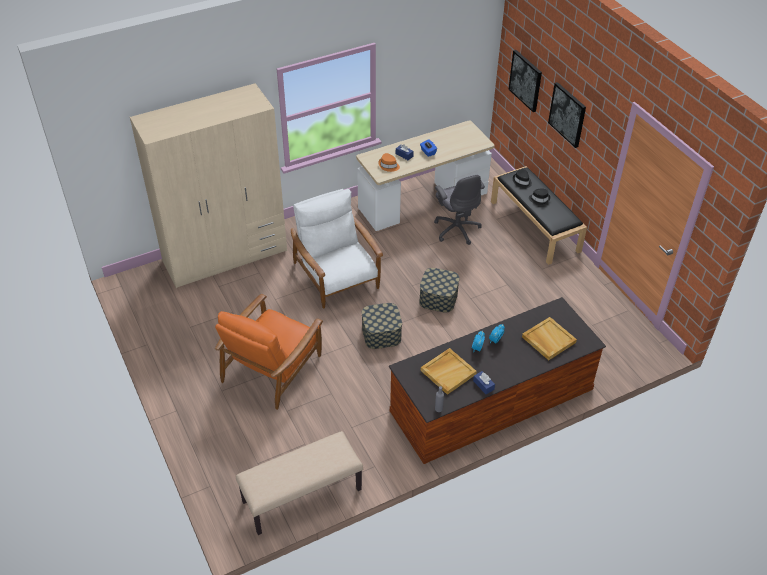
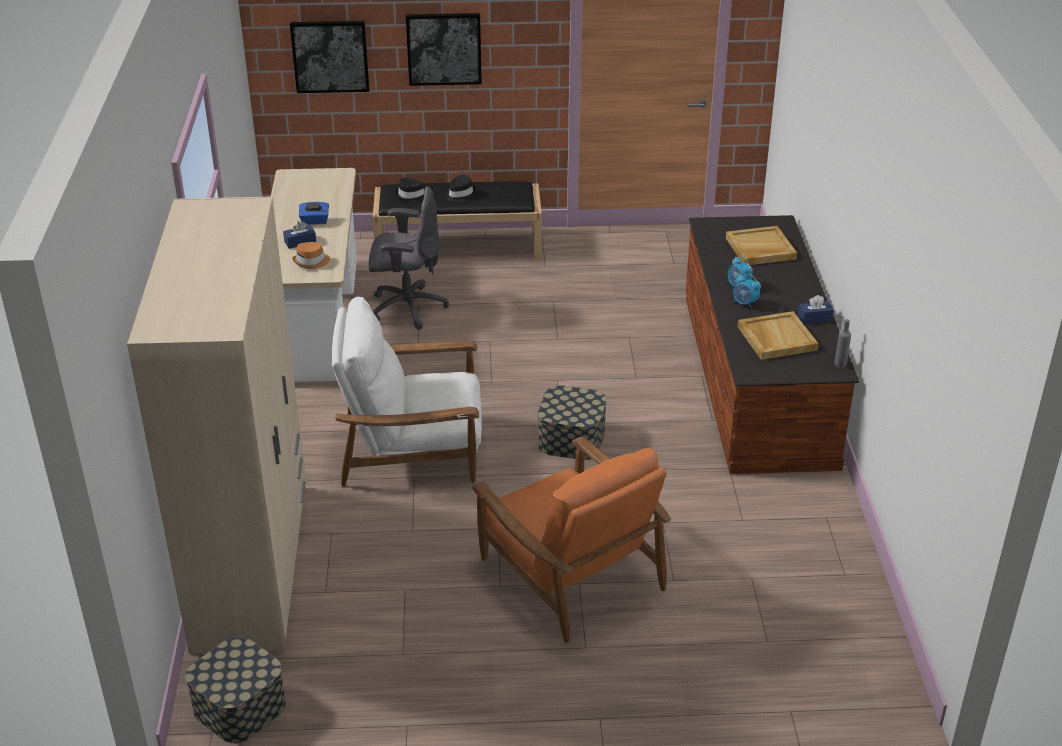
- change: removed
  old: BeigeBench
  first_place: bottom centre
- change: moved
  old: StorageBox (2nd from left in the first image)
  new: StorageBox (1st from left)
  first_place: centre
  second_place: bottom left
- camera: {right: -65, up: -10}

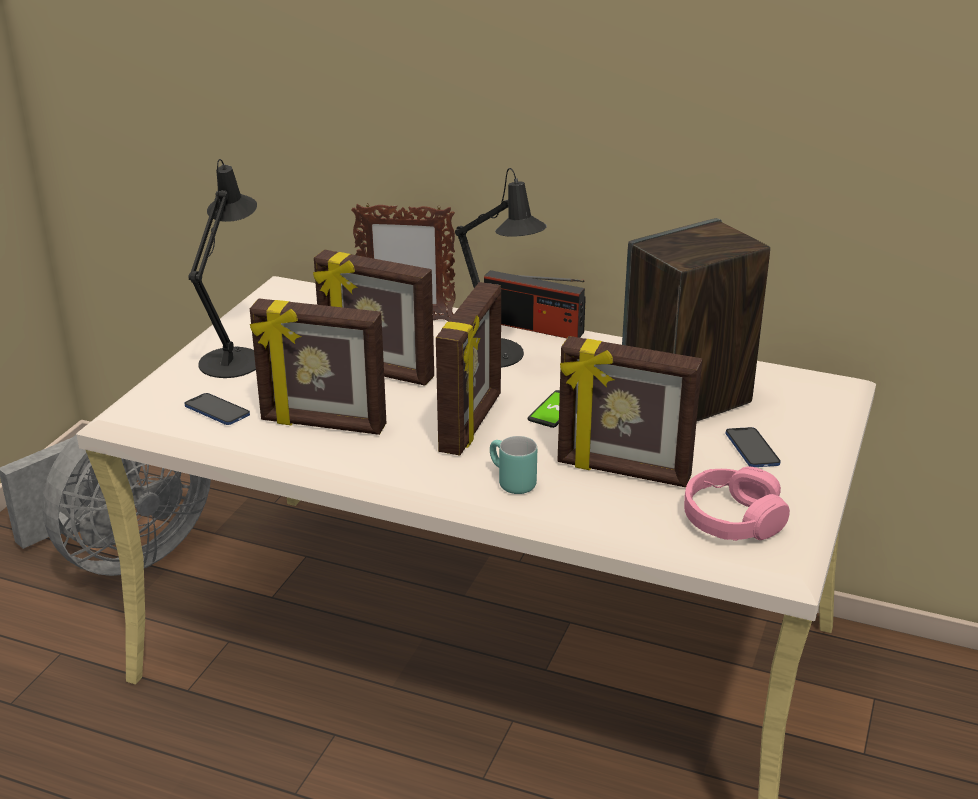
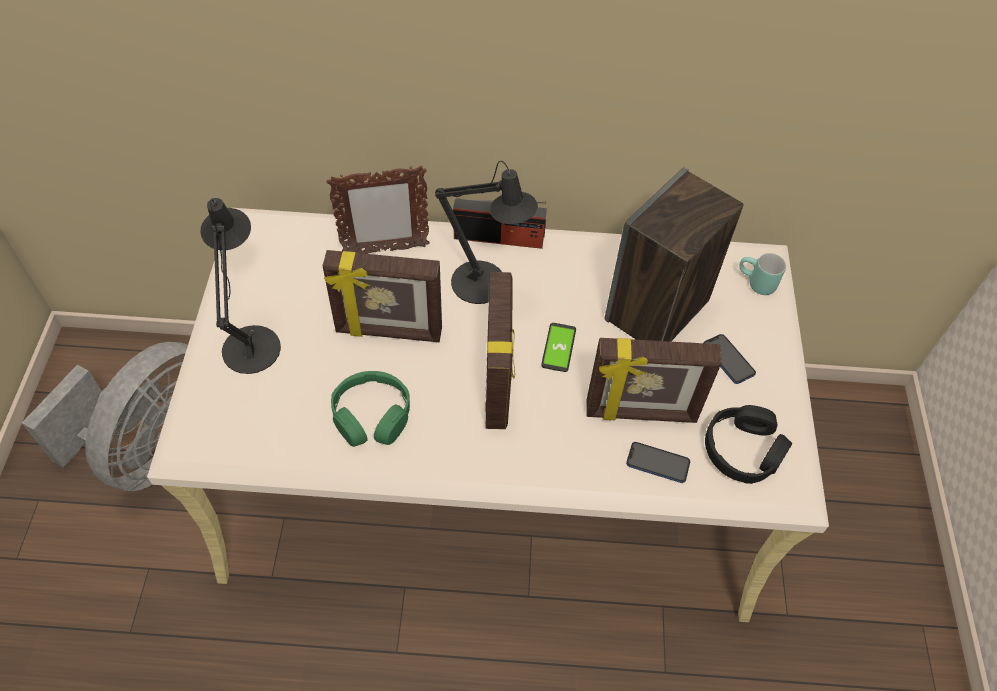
- change: moved
  old: Phone (1st from left in the first image)
  new: Phone (2nd from left)
  first_place: middle left
  second_place: bottom centre
- change: replaced
  old: PictureFrame (1st from left)
  new: GreenHeadphones
  first_place: middle left
  second_place: centre
- change: moved
  old: TurquoiseMug
  first_place: centre
  second_place: middle right
- change: recoloured
  old: PinkHeadphones
  new: BlackHeadphones
  first_place: middle right
  second_place: middle right
- camera: {right: -20, up: 25}

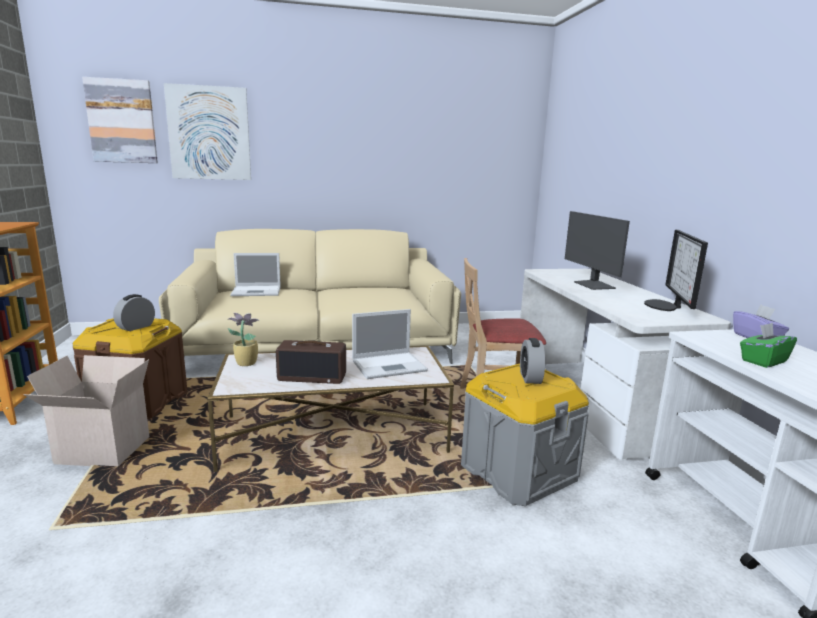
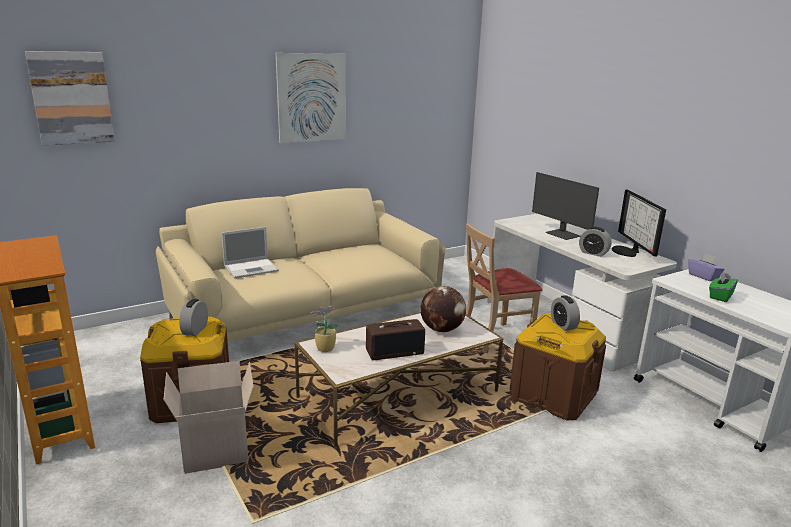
- change: moved
  old: Picture (2nd from left)
  first_place: top left
  second_place: top centre
- change: replaced
  old: Laptop (2nd from left)
  new: Globe
  first_place: centre
  second_place: centre
- change: recoloured
  old: GreyStorageBox
  new: BrownStorageBox (2nd from left)
  first_place: bottom centre
  second_place: bottom right
- change: added
  new: AlarmClock (3rd from left)
  second_place: middle right
- camera: {right: -20, up: 5}

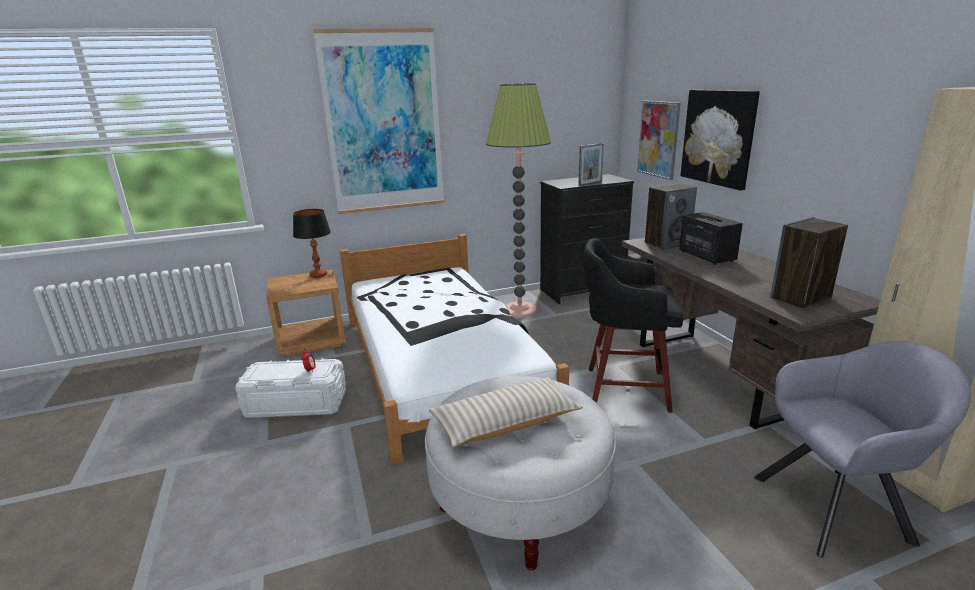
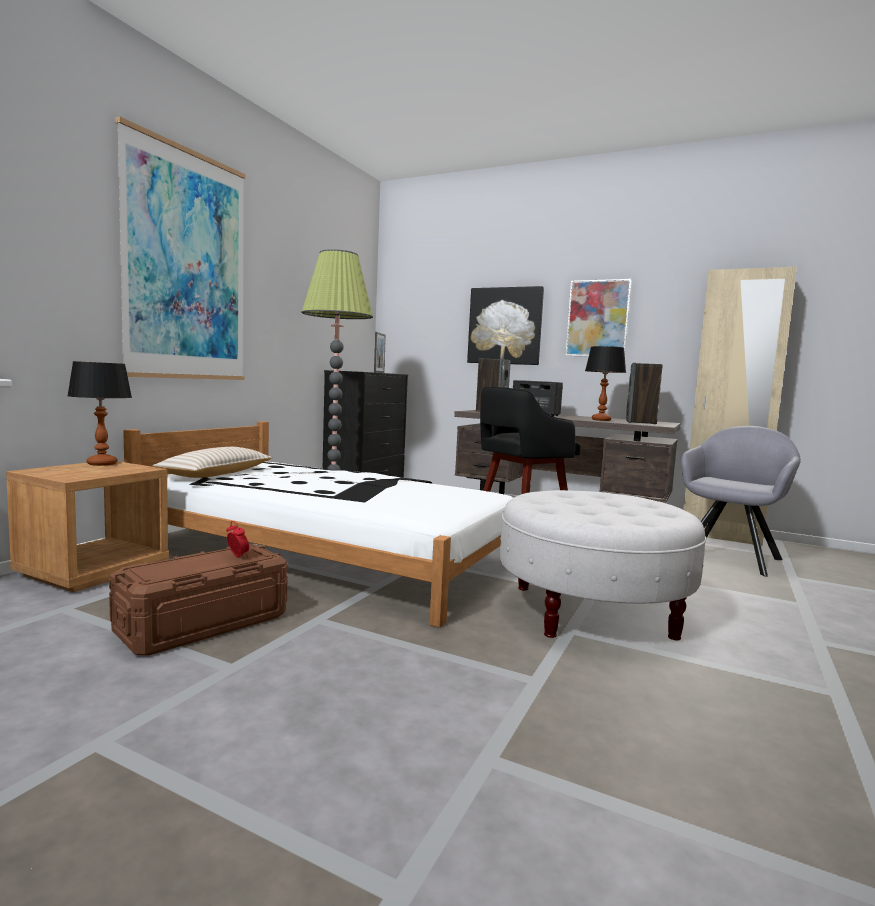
- change: recoloured
  old: WhiteStorageBox
  new: BrownStorageBox
  first_place: middle left
  second_place: middle left
- change: moved
  old: BeigePillow
  first_place: bottom centre
  second_place: middle left
- change: moved
  old: Picture (2nd from left in the first image)
  new: Picture (3rd from left)
  first_place: top right
  second_place: middle right
- change: added
  new: TableLamp (2nd from left)
  second_place: middle right
- camera: {right: -45, up: -15}

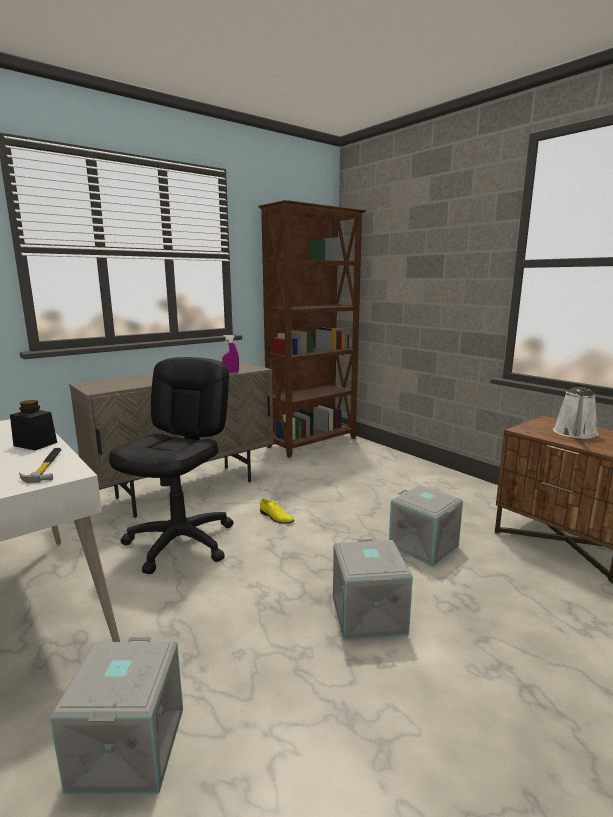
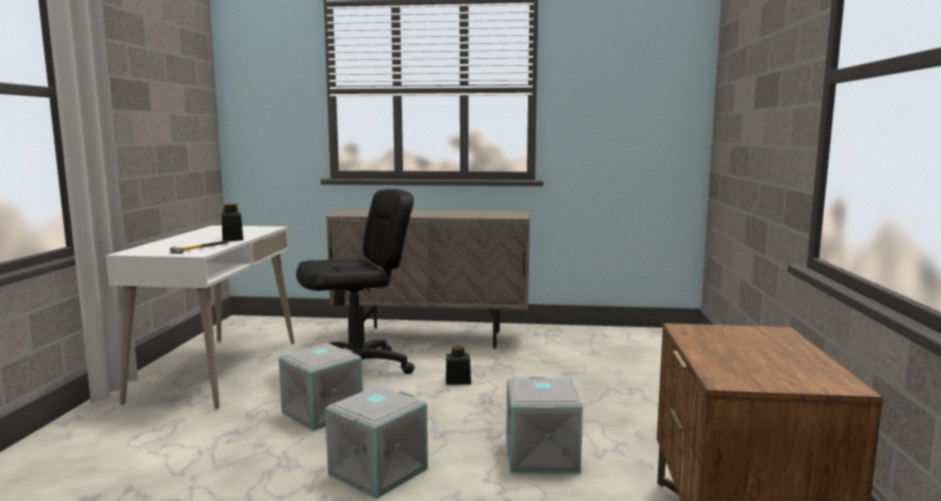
- change: moved
  old: GreyStorageBox (1st from left)
  first_place: bottom left
  second_place: bottom centre
- change: removed
  old: PurpleSprayBottle
  first_place: centre
- change: removed
  old: BrownBookcase
  first_place: centre
- change: replaced
  old: YellowShoe
  new: BlackJar (2nd from left)
  first_place: centre
  second_place: bottom centre
- change: removed
  old: WhiteWateringCan
  first_place: middle right
- camera: {right: 45, up: -5}

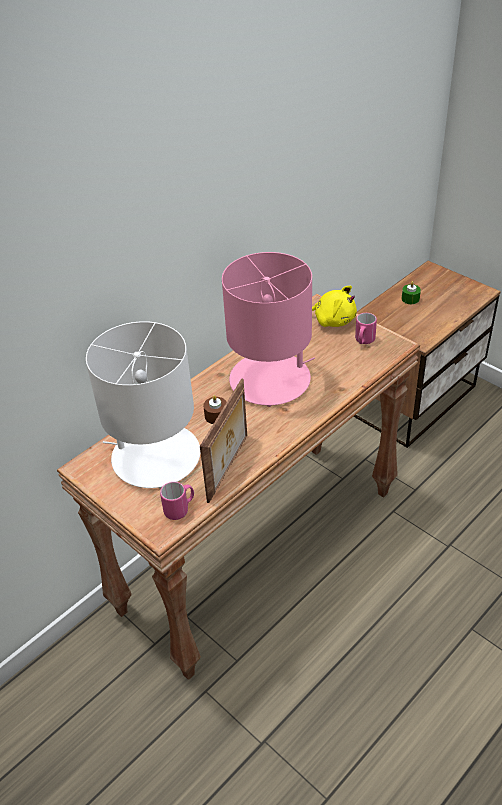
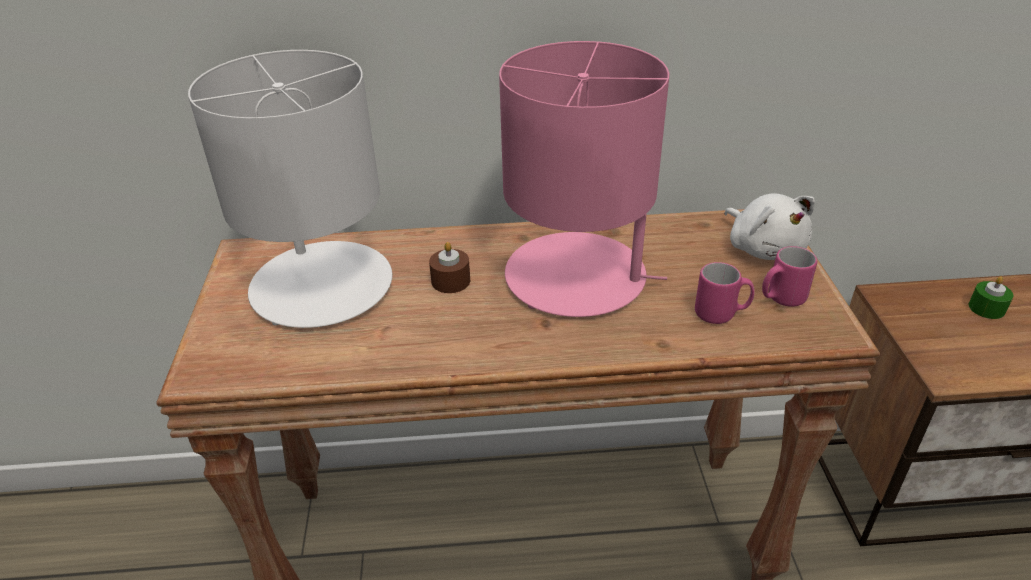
- change: moved
  old: PinkMug (1st from left)
  first_place: centre
  second_place: middle right
- change: removed
  old: PictureFrame
  first_place: centre
- change: recoloured
  old: YellowPlushToy
  new: WhitePlushToy
  first_place: centre
  second_place: middle right
- camera: {right: 40, up: -5}

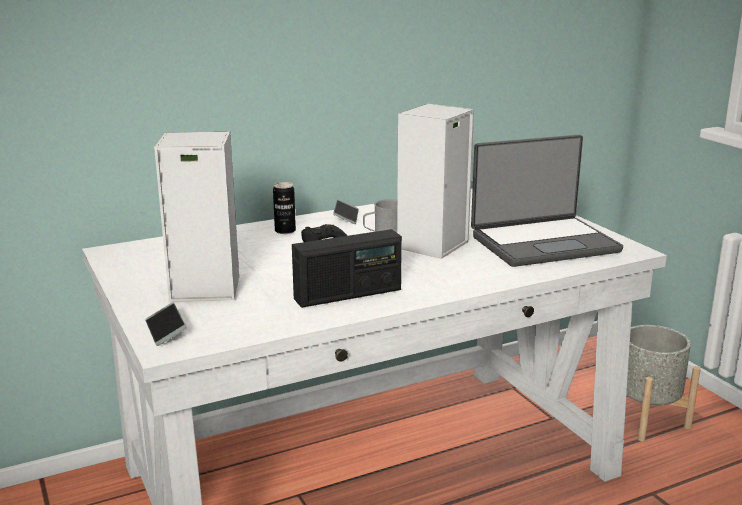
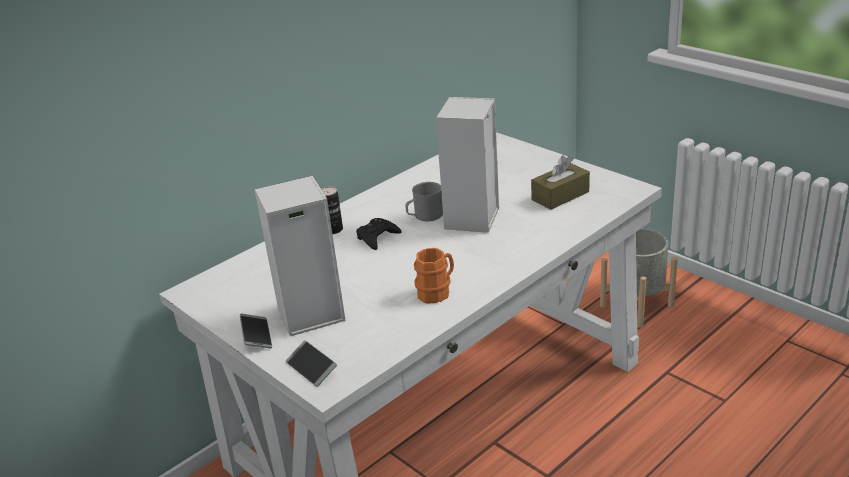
- change: replaced
  old: Radio
  new: OrangeMug
  first_place: centre
  second_place: centre
- change: moved
  old: Phone (2nd from left in the first image)
  new: Phone (1st from left)
  first_place: centre
  second_place: bottom left
- change: replaced
  old: Laptop
  new: BrownTissueBox
  first_place: middle right
  second_place: centre
- camera: {right: -15, up: 10}

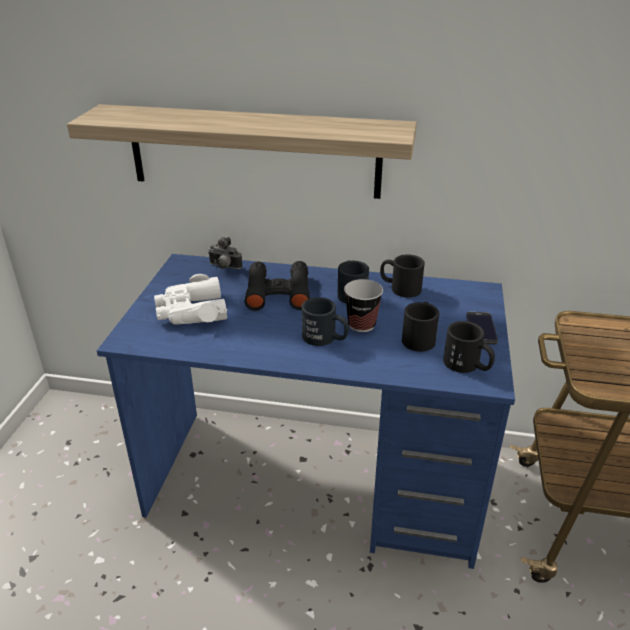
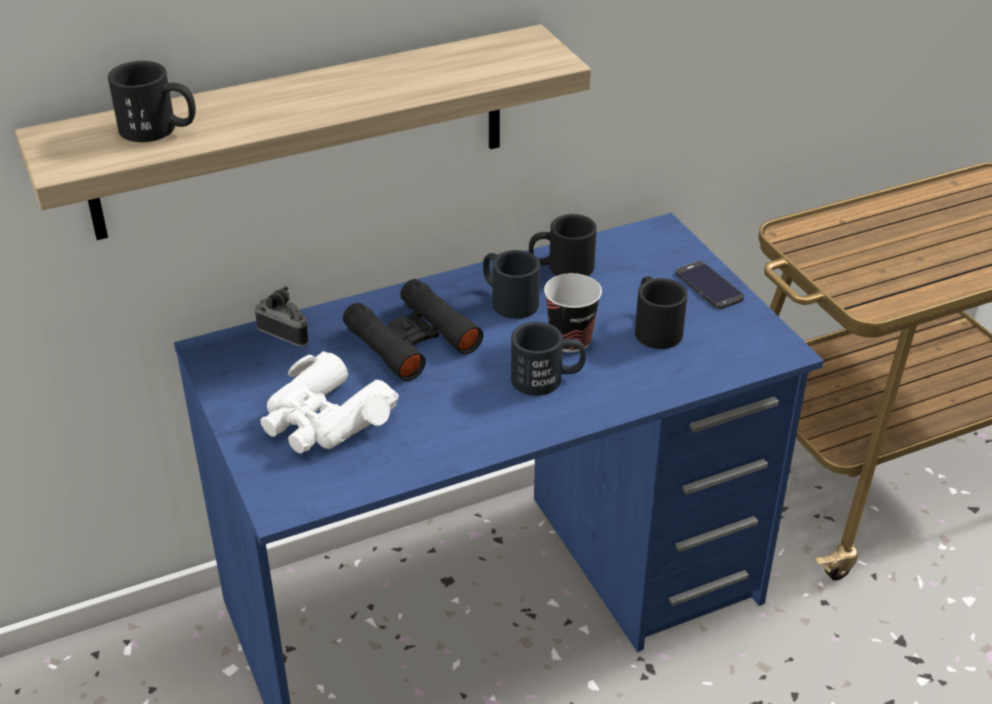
- change: turned
  old: PhotoCamera
  first_place: centre
  second_place: middle left
  degrees: -135
- change: moved
  old: BlackMug (5th from left in the first image)
  new: BlackMug (1st from left)
  first_place: middle right
  second_place: top left
- camera: {right: -35, up: 5}

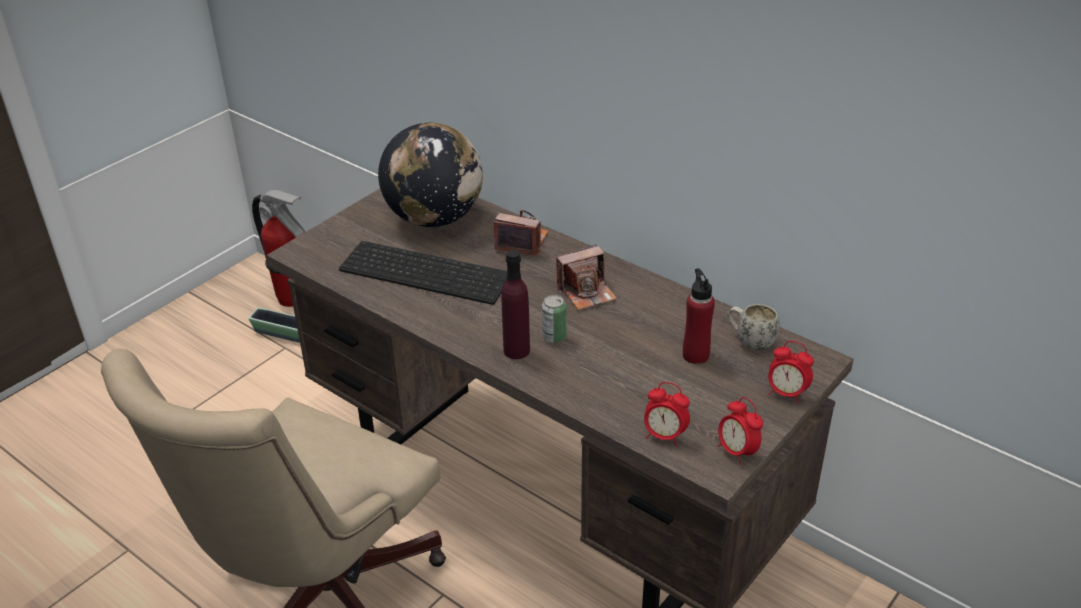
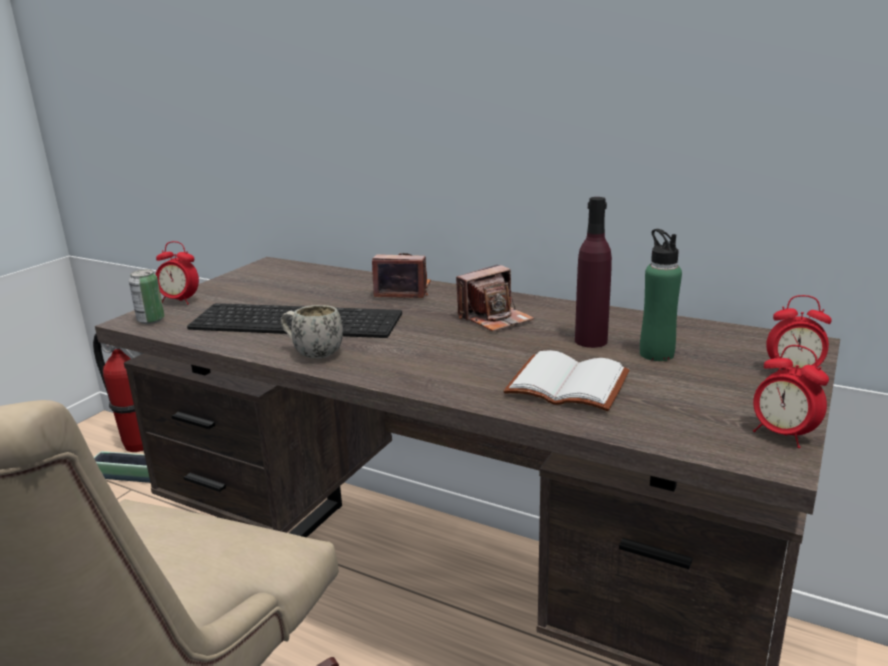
- change: removed
  old: Globe
  first_place: top centre
- change: moved
  old: PurpleBottle
  first_place: centre
  second_place: middle right
- change: moved
  old: Can
  first_place: centre
  second_place: middle left
- change: moved
  old: AlarmClock (1st from left)
  first_place: bottom centre
  second_place: middle left
- change: recoloured
  old: RedBottle
  new: GreenBottle
  first_place: centre
  second_place: middle right
- change: moved
  old: WhiteMug
  first_place: middle right
  second_place: centre
- change: added
  new: WhiteBook
  second_place: centre
- camera: {right: -10, up: -15}

